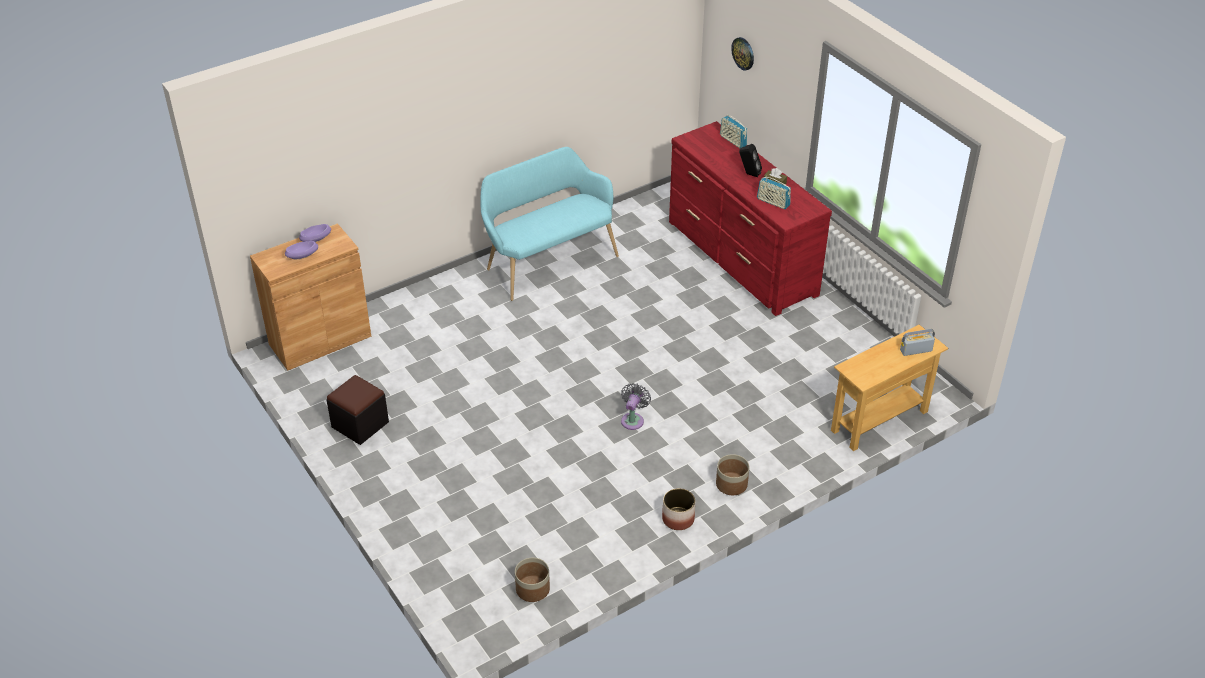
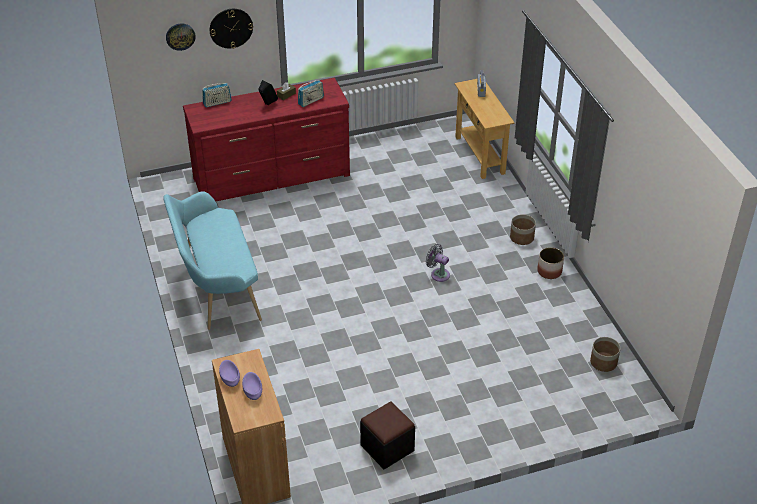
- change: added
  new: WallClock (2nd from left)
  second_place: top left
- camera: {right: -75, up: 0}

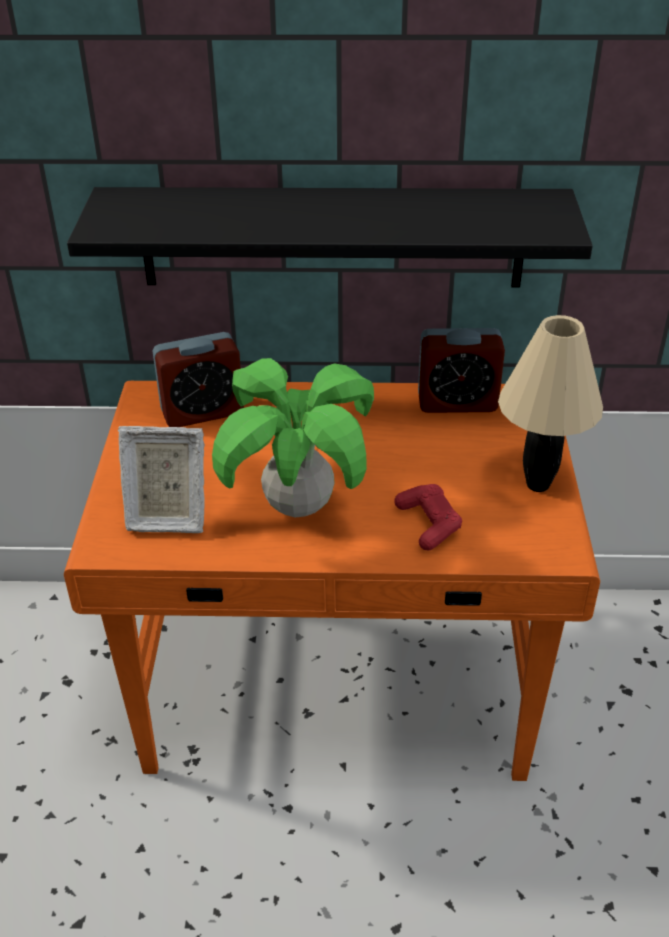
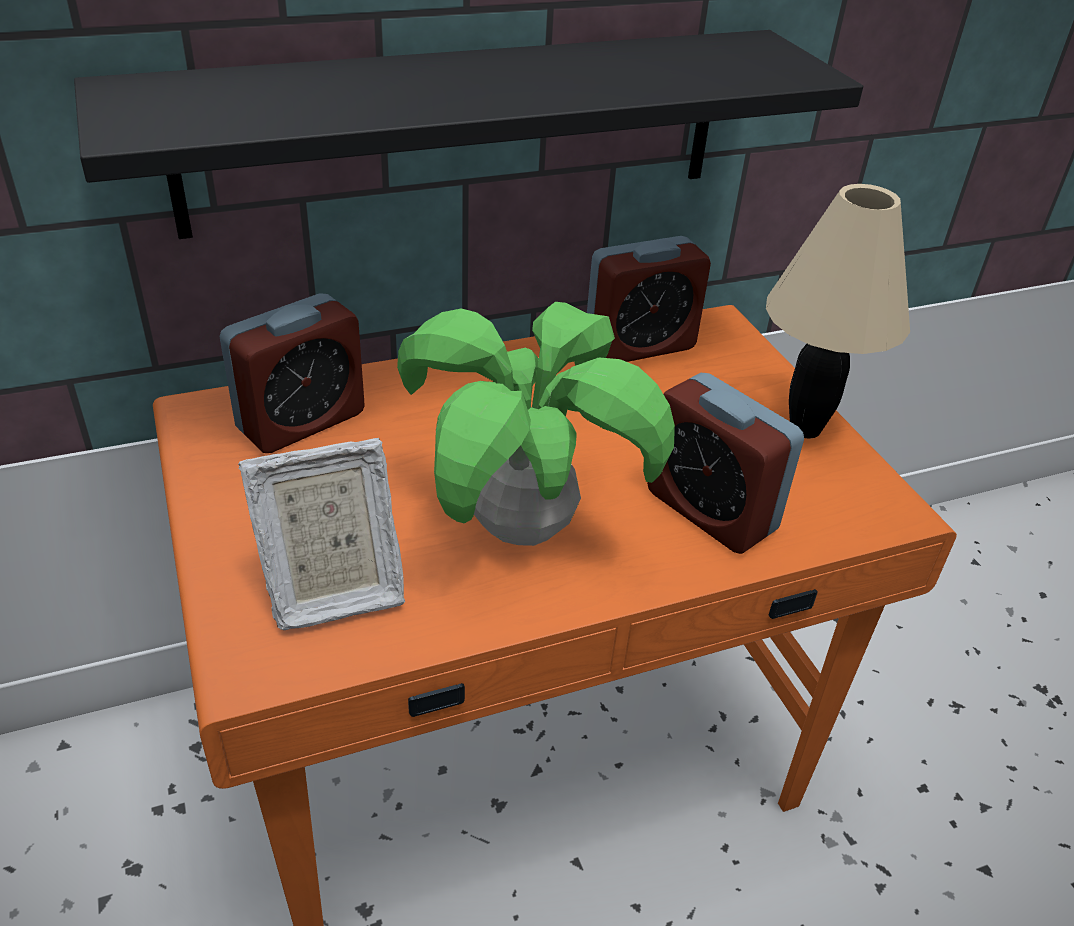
- change: replaced
  old: RedGameController
  new: AlarmClock (3rd from left)
  first_place: centre
  second_place: middle right
- camera: {right: -25, up: 0}

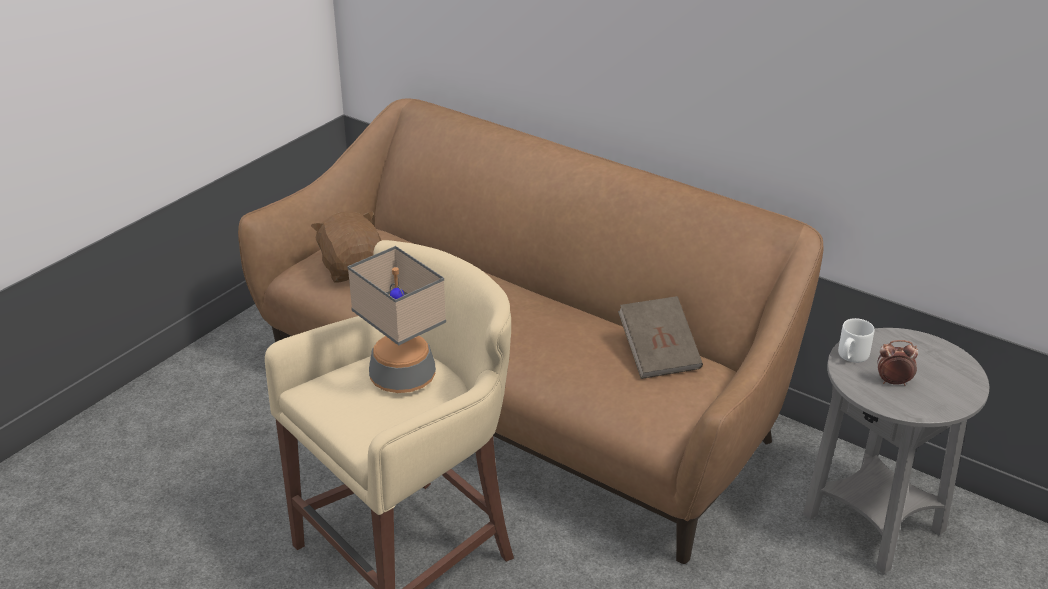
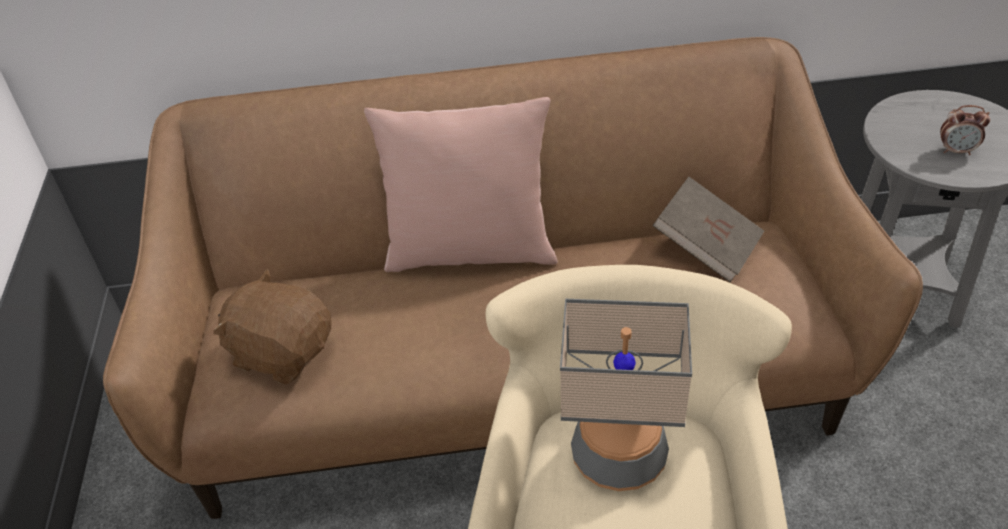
- change: removed
  old: WhiteMug
  first_place: middle right
- change: turned
  old: AlarmClock
  first_place: middle right
  second_place: top right
  degrees: -135
- change: added
  new: PinkPillow
  second_place: centre
- camera: {right: -40, up: 10}

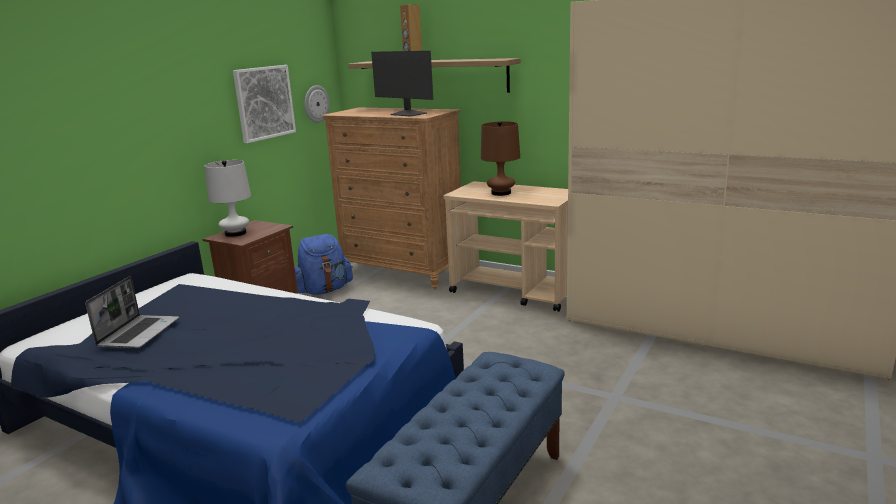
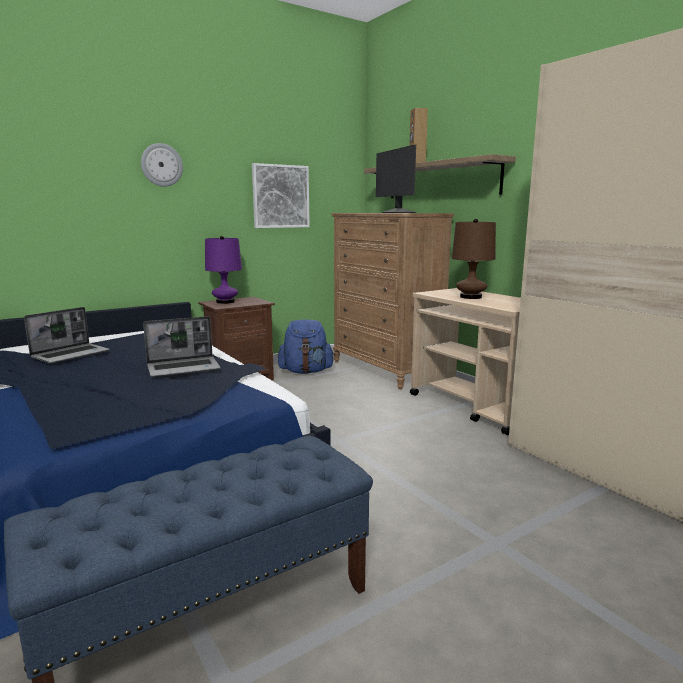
- change: recoloured
  old: WhiteTableLamp
  new: PurpleTableLamp
  first_place: middle left
  second_place: middle left
- change: moved
  old: WallClock
  first_place: top centre
  second_place: top left
- change: added
  new: Laptop (2nd from left)
  second_place: middle left
- camera: {right: 25, up: -5}

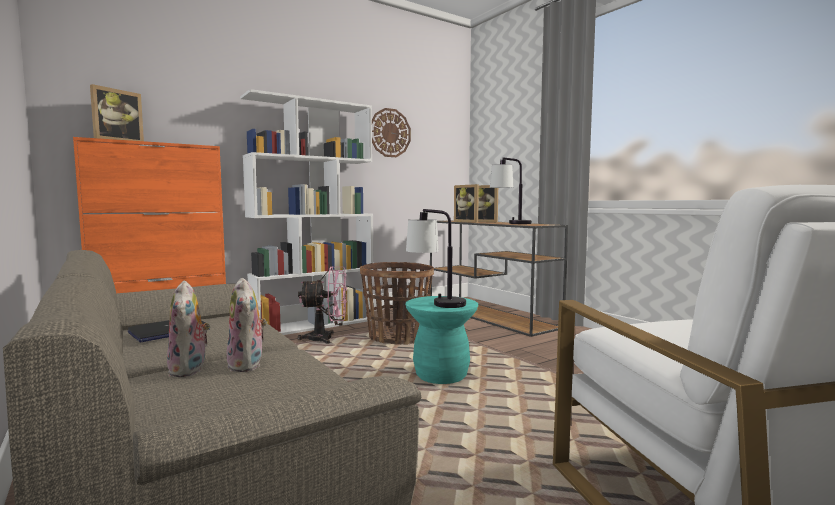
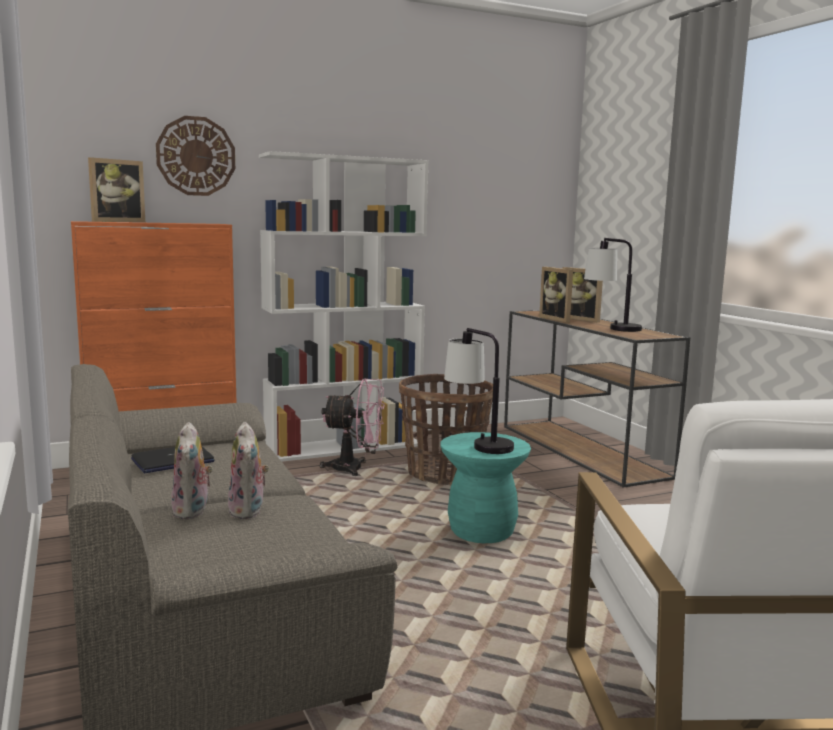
- change: moved
  old: WallClock
  first_place: top centre
  second_place: top left
- camera: {right: 10, up: 5}

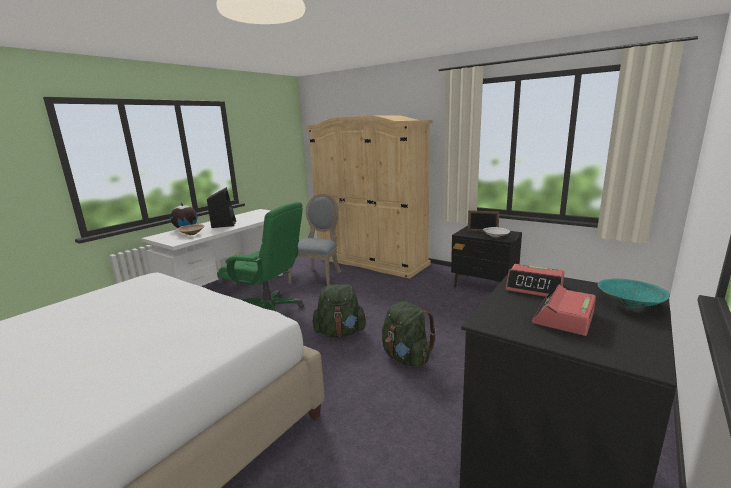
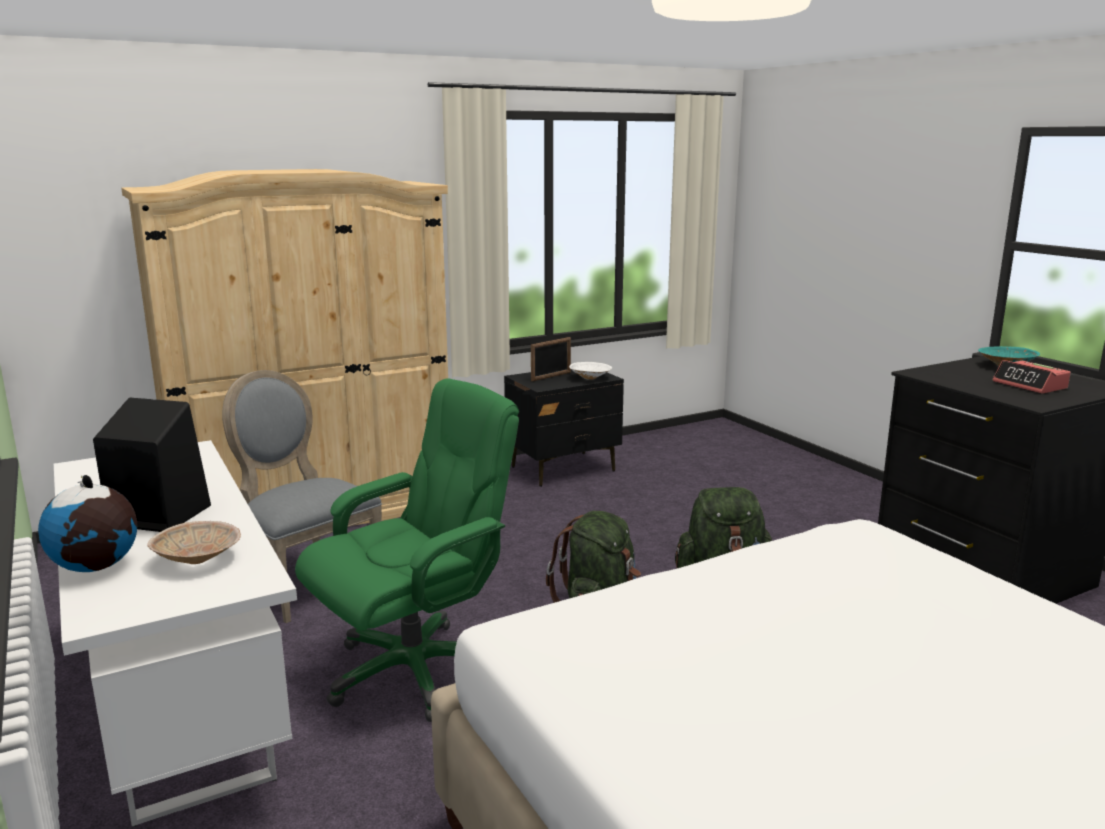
- change: removed
  old: AlarmClock (1st from left)
  first_place: middle right
- camera: {right: -65, up: 0}

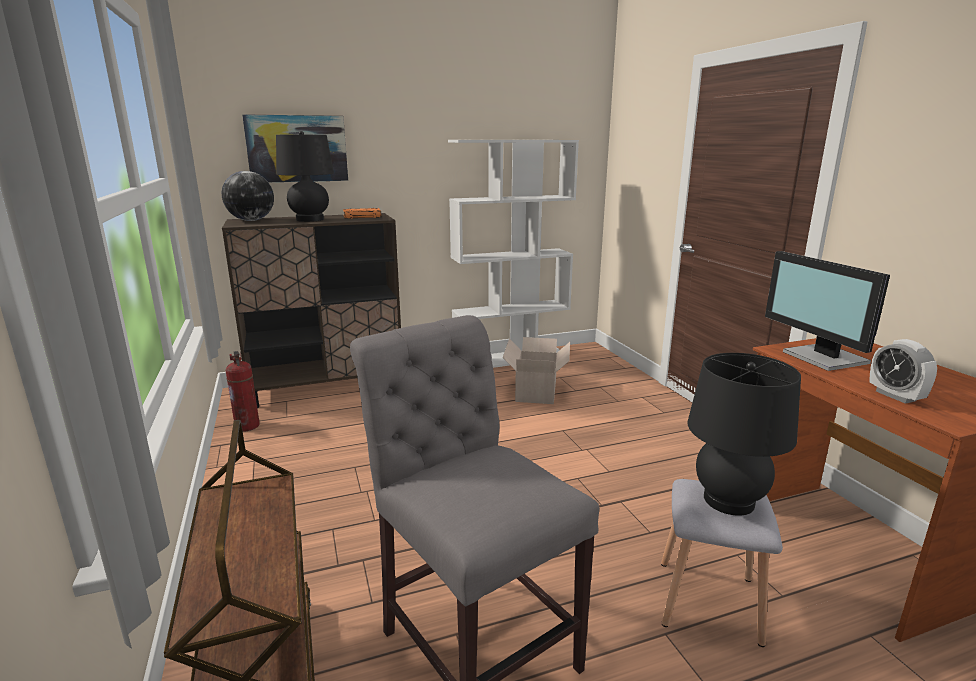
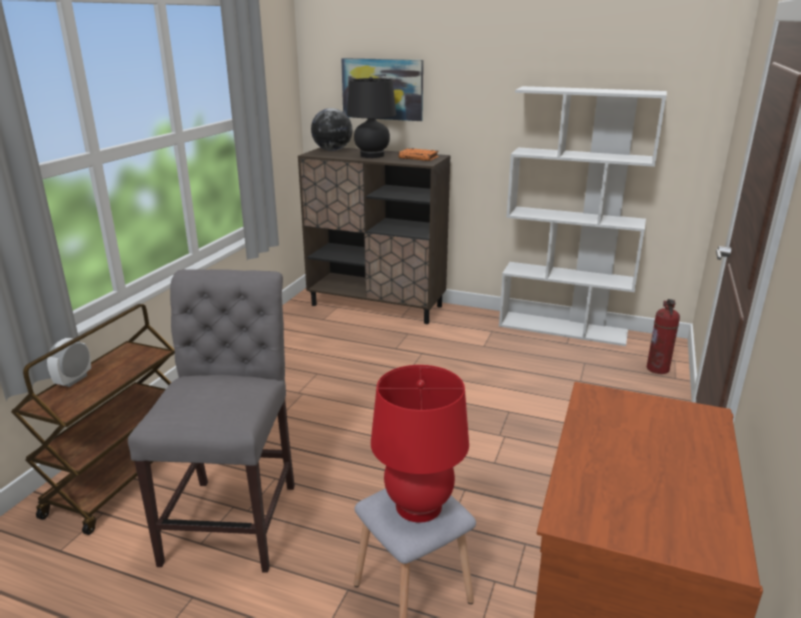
- change: moved
  old: FireExtinguisher
  first_place: middle left
  second_place: middle right
- change: removed
  old: CardboardBox
  first_place: centre
- change: recoloured
  old: BlackTableLamp (2nd from left)
  new: RedTableLamp
  first_place: middle right
  second_place: bottom centre
- change: removed
  old: Monitor
  first_place: middle right
- change: moved
  old: AlarmClock
  first_place: middle right
  second_place: middle left
- camera: {right: 40, up: 5}

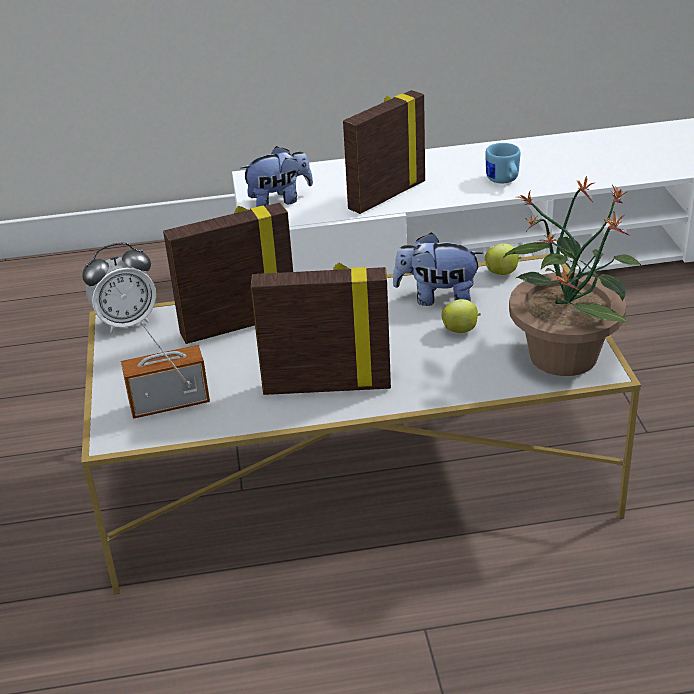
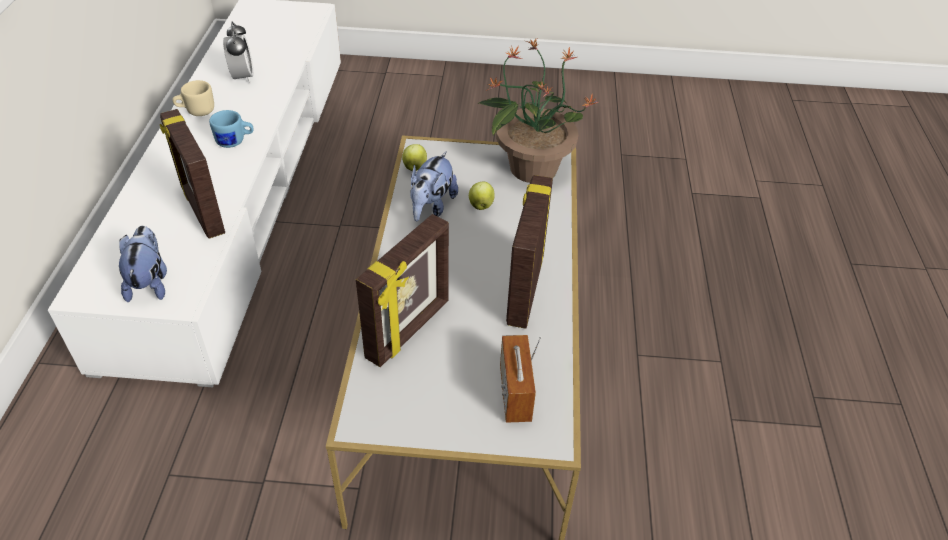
- change: moved
  old: AlarmClock
  first_place: middle left
  second_place: top left
- change: turned
  old: PictureFrame (1st from left in the first image)
  first_place: middle left
  second_place: centre
  degrees: -135
- change: added
  new: BeigeMug
  second_place: top left
- camera: {right: -80, up: 10}

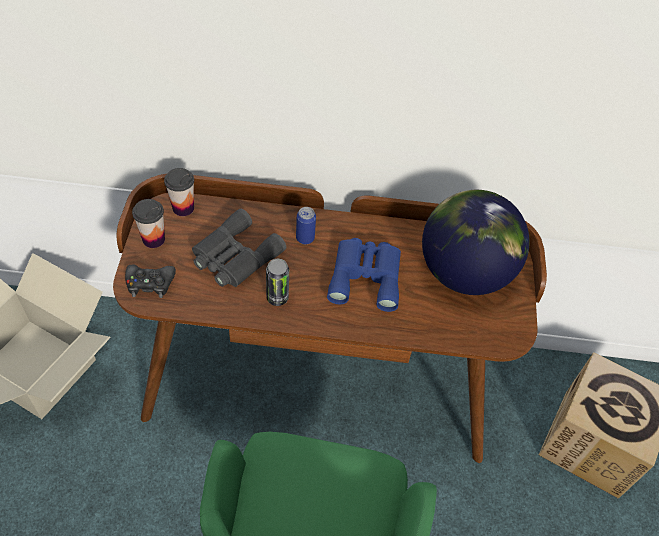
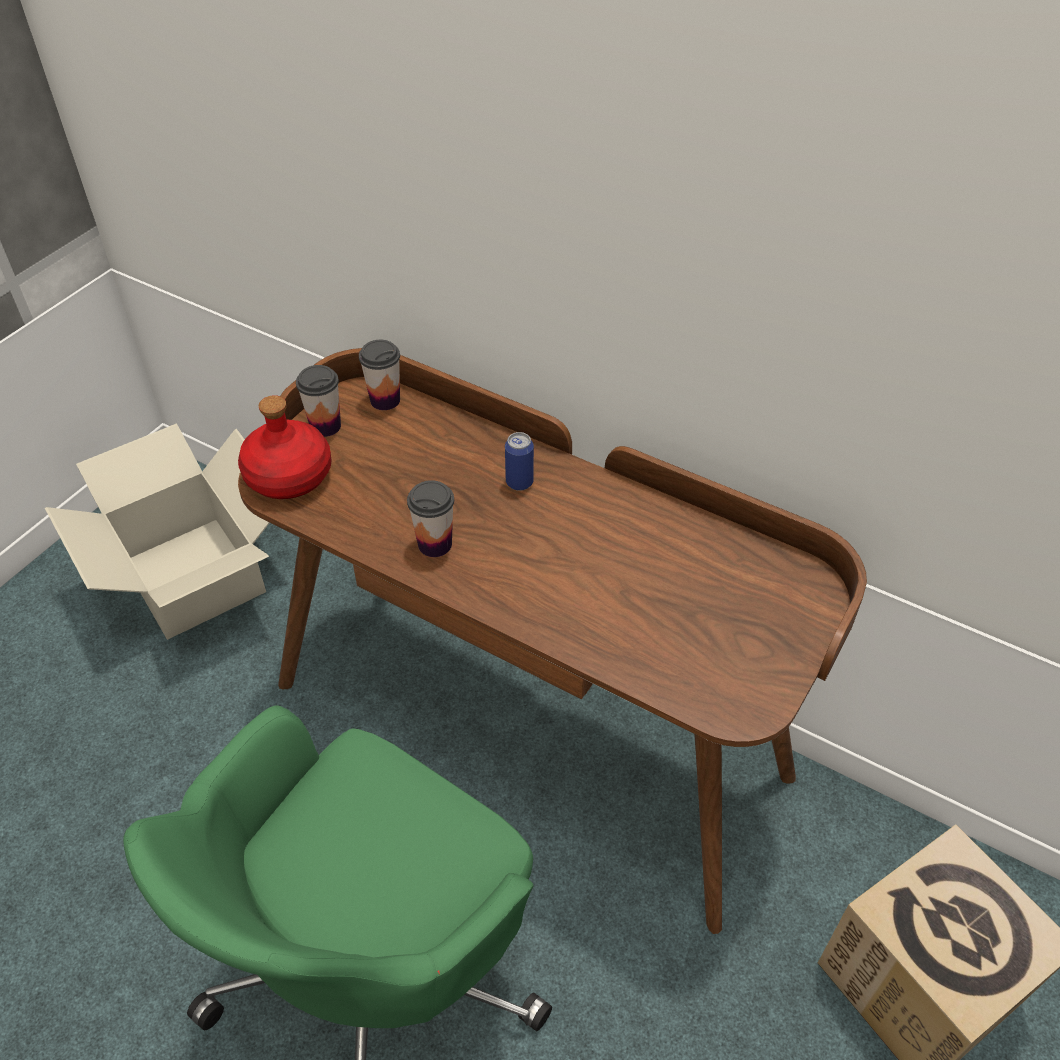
- change: replaced
  old: BlackGameController
  new: RedBottle
  first_place: middle left
  second_place: middle left
- change: removed
  old: GreyBinoculars
  first_place: centre
- change: replaced
  old: Can (1st from left)
  new: Cup (3rd from left)
  first_place: centre
  second_place: centre
- change: removed
  old: BlueBinoculars
  first_place: centre
- change: removed
  old: Globe
  first_place: middle right
- camera: {right: 30, up: -5}

